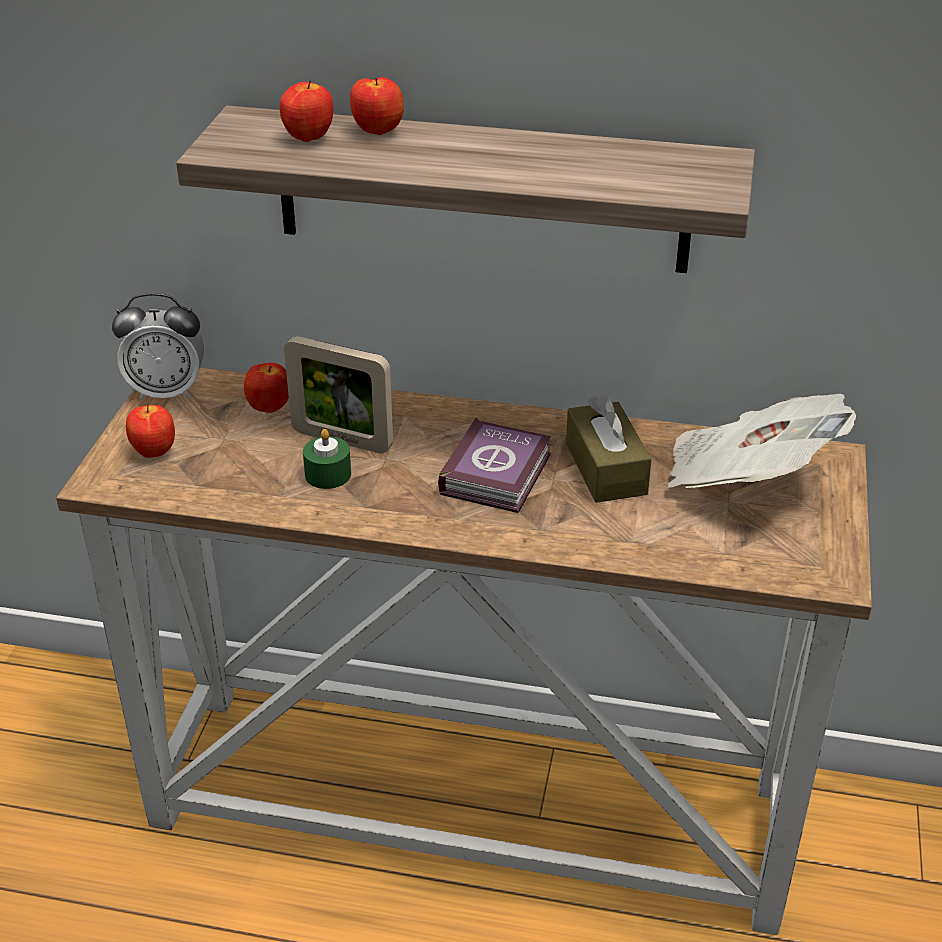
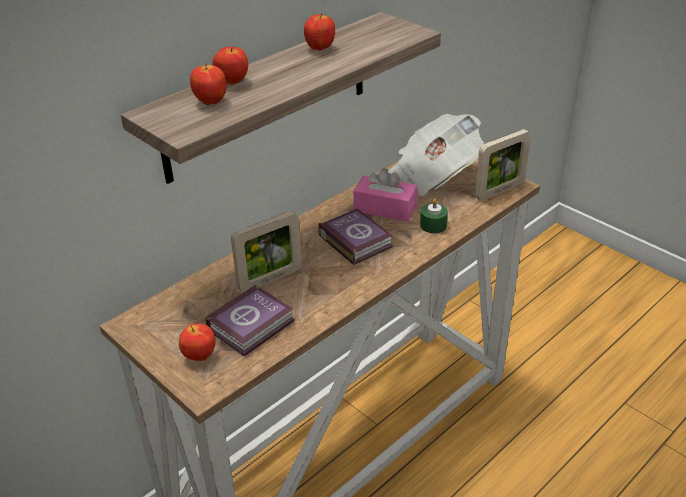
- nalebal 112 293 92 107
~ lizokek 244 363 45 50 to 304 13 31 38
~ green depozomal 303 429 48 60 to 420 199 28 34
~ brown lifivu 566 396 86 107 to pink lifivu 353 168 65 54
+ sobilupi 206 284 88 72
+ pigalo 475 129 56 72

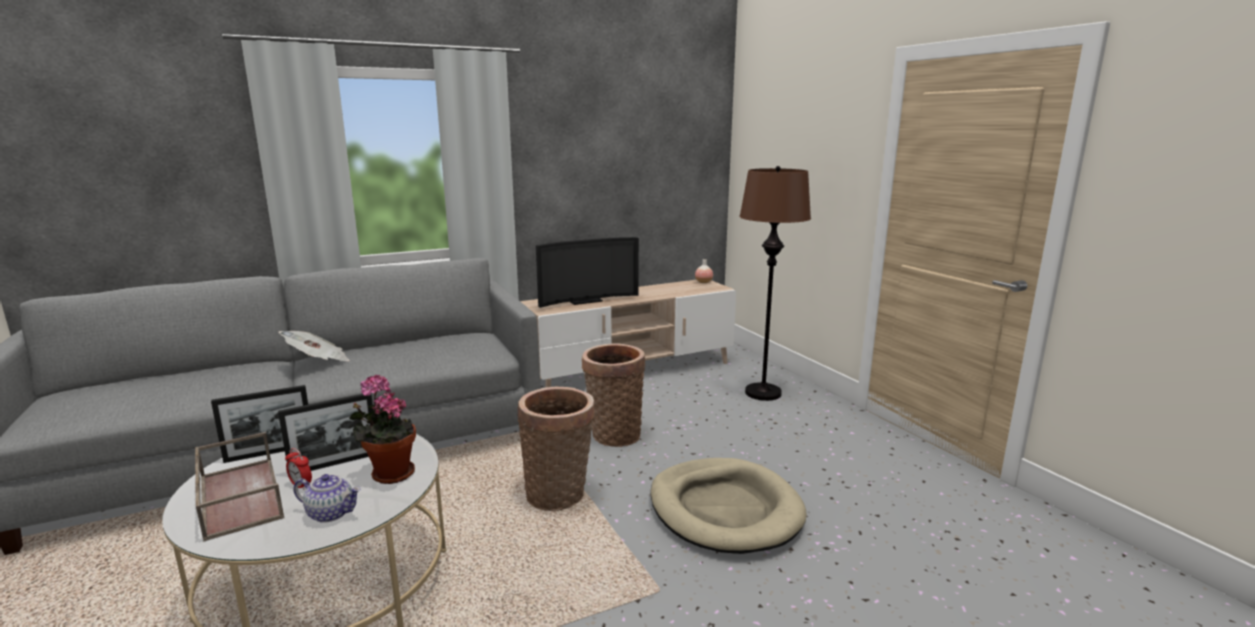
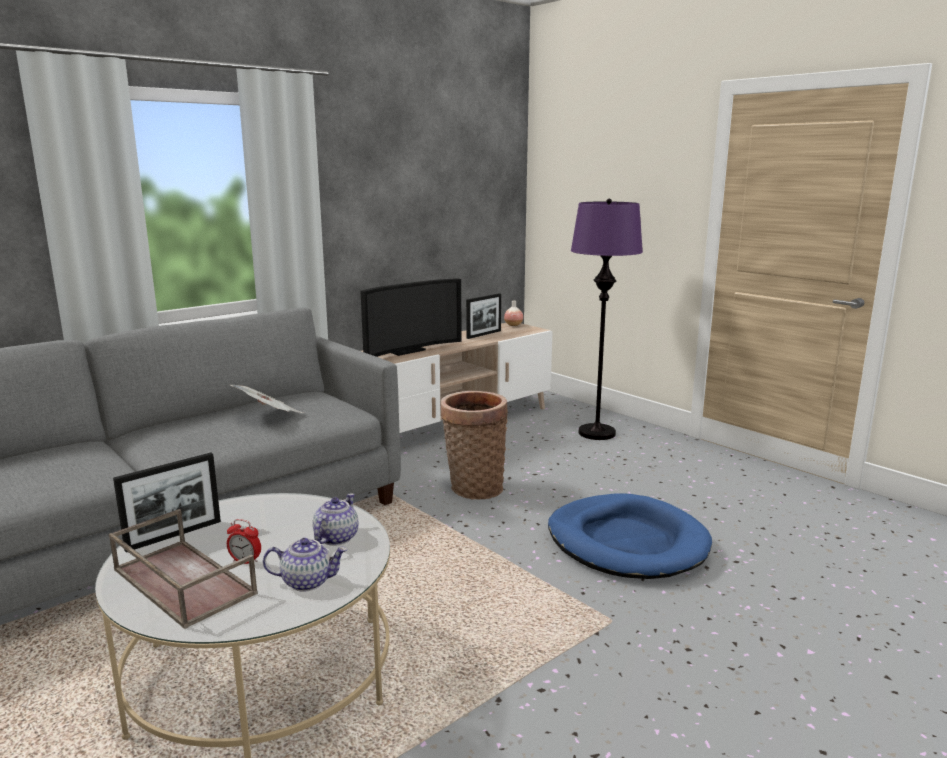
~ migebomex 278 331 72 30 to 231 385 72 28
~ pigalo 278 394 95 77 to 466 293 35 46
~ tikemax 349 375 67 109 to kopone 313 494 46 52
- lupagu 517 387 78 124
~ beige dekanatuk 650 458 157 96 to blue dekanatuk 548 493 164 86
~ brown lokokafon 739 166 72 235 to purple lokokafon 571 199 72 241

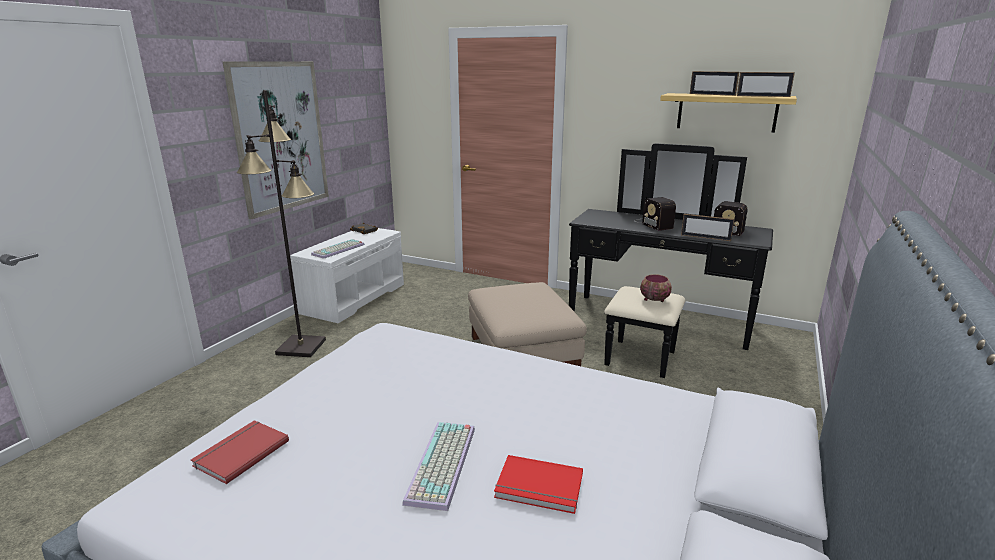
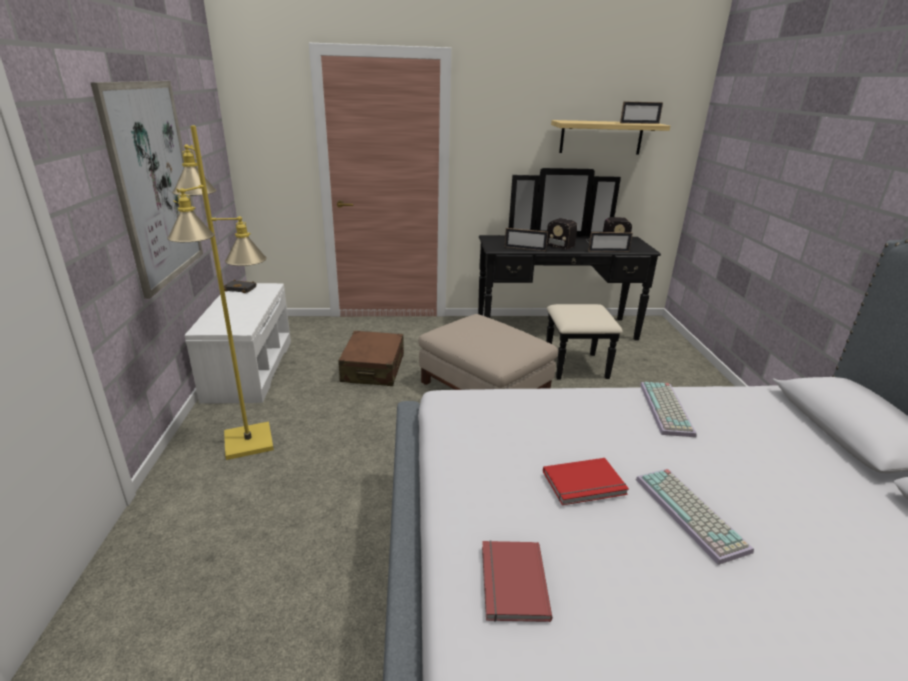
~ black lokokafon 237 90 89 267 to yellow lokokafon 167 125 107 335
~ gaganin 311 239 54 20 to 640 382 57 55
~ red sobilupi 494 455 89 59 to 543 458 86 47
- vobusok 640 274 32 28
~ pigalo 690 71 49 25 to 505 228 43 23
+ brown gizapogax 338 331 66 55

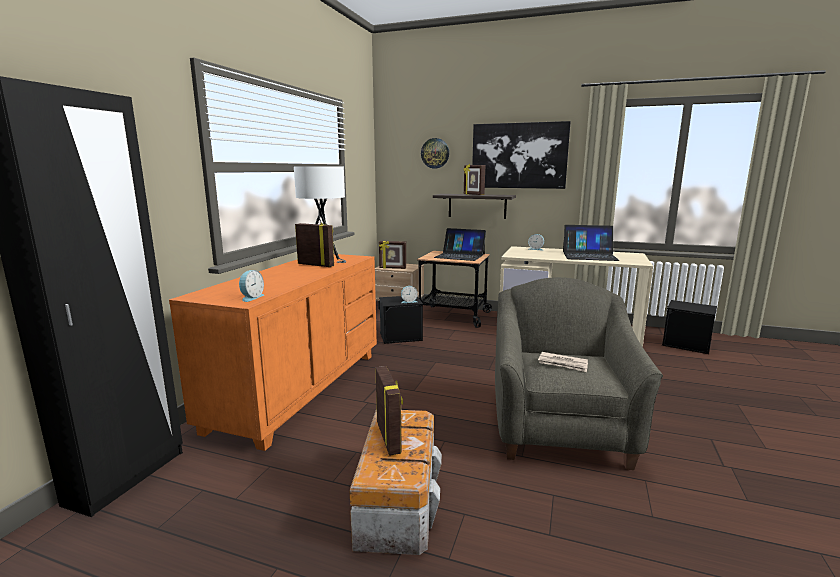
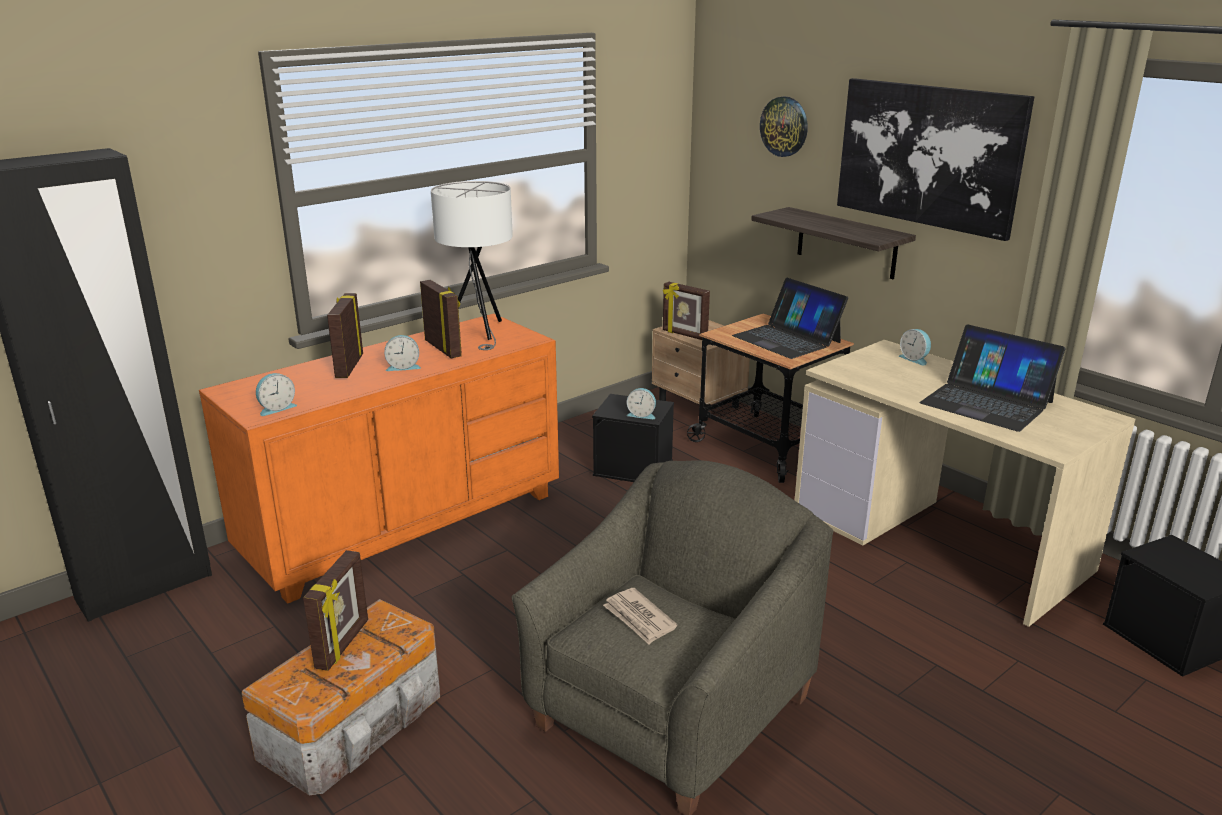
~ pigalo 463 164 22 31 to 327 293 36 85
+ nalebal 384 335 37 36

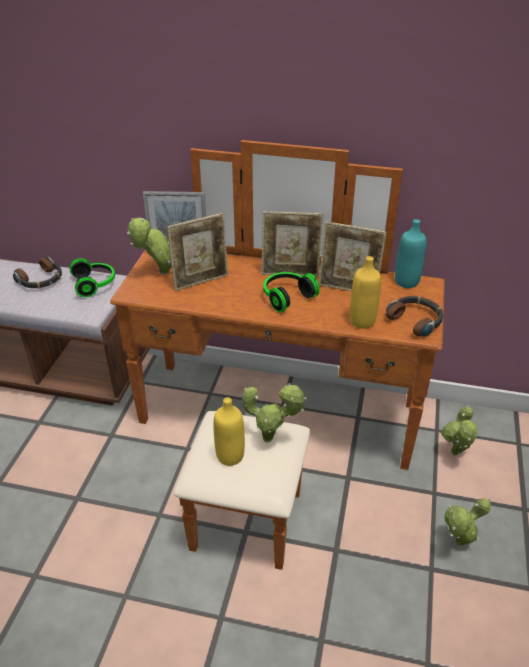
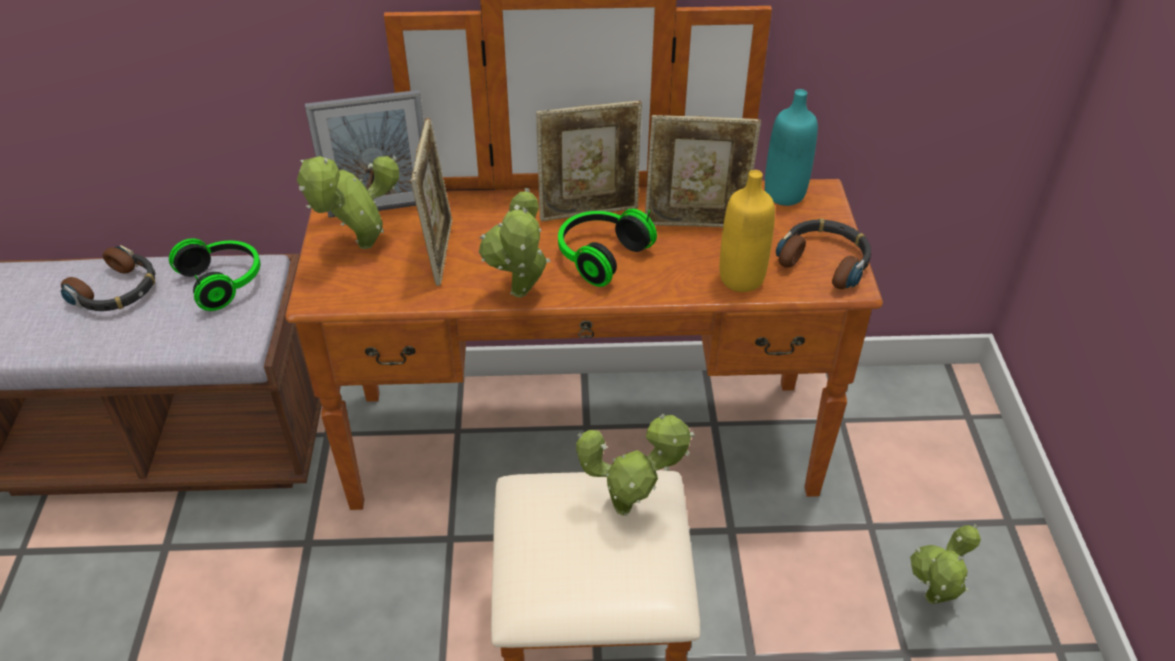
~ pigalo 167 213 61 78 = 411 118 42 168 45 degrees counterclockwise
- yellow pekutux 214 397 31 69
~ tikemax 441 405 37 51 to 479 188 72 110

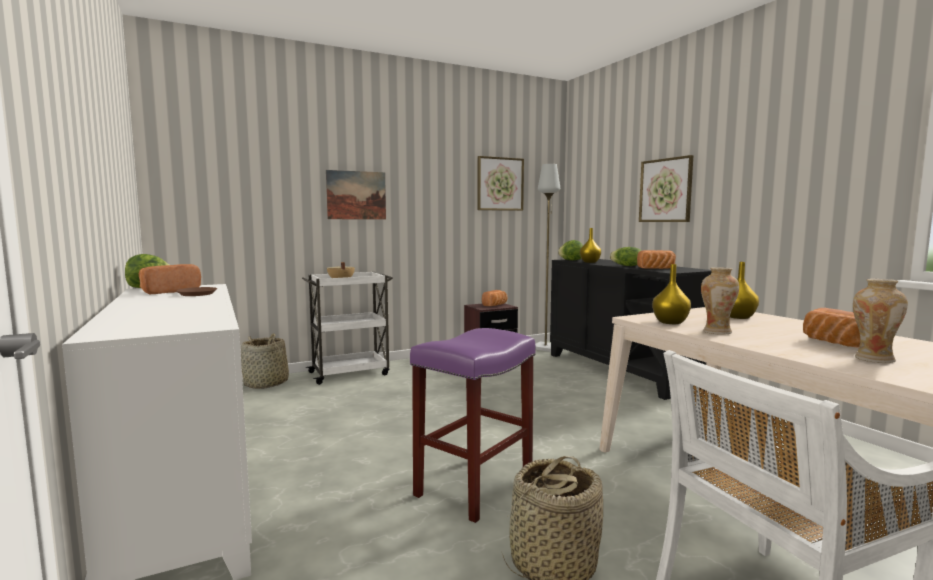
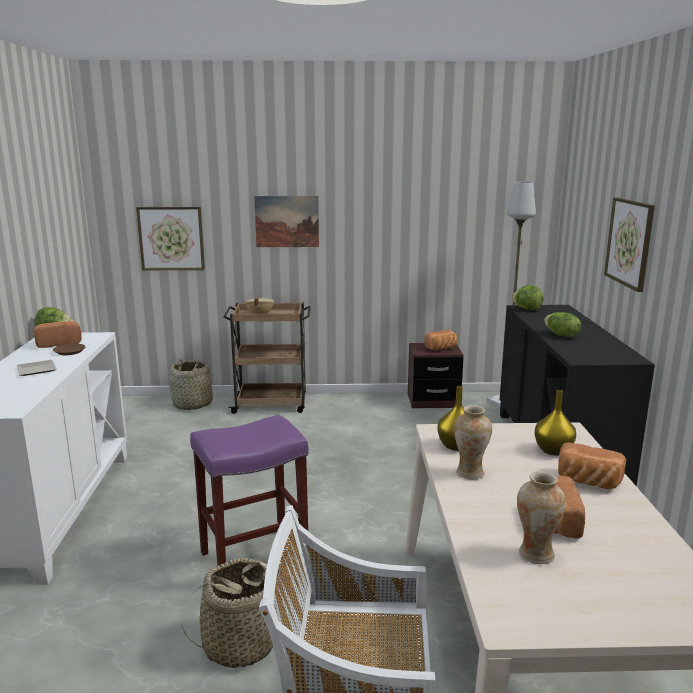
~ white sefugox 302 272 91 113 to brown sefugox 224 303 87 111
~ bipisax 477 156 47 55 to 136 207 69 63
- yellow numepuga 580 228 21 35
~ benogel 637 250 39 19 to 558 443 68 46
+ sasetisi 16 360 41 16

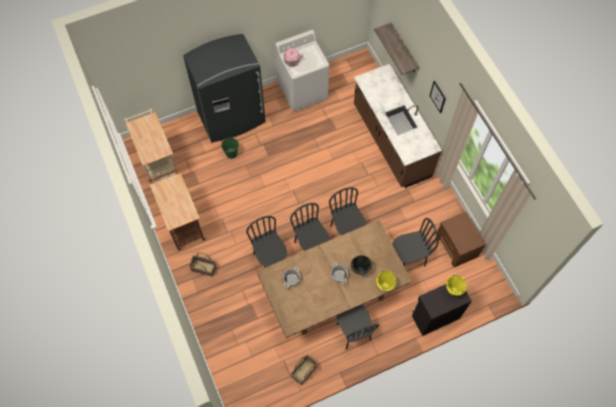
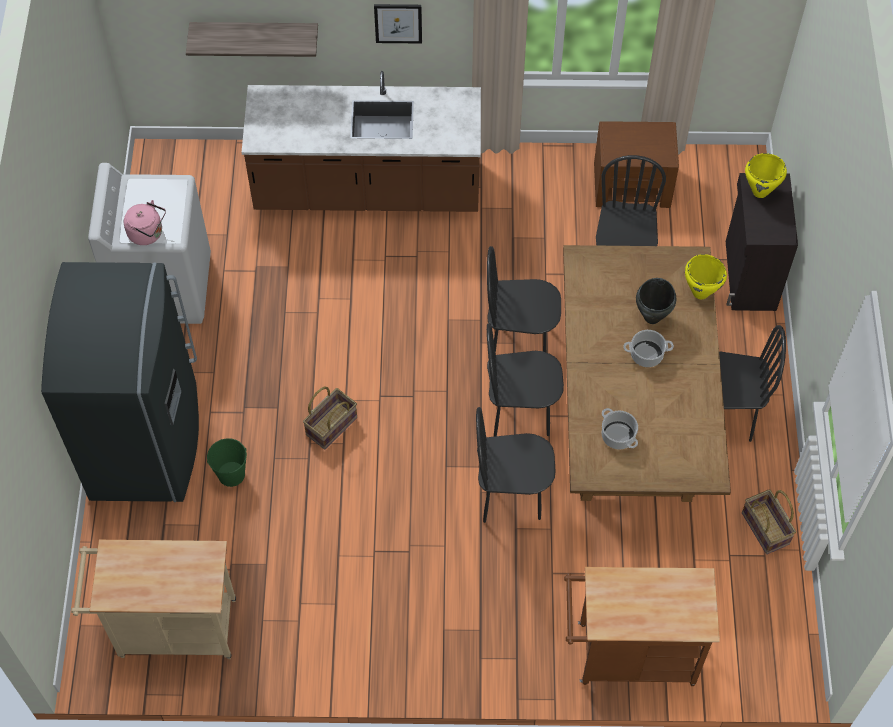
~ brown sefugox 148 169 58 82 to 564 567 156 119
~ lupagu 189 252 28 25 to 303 387 54 63

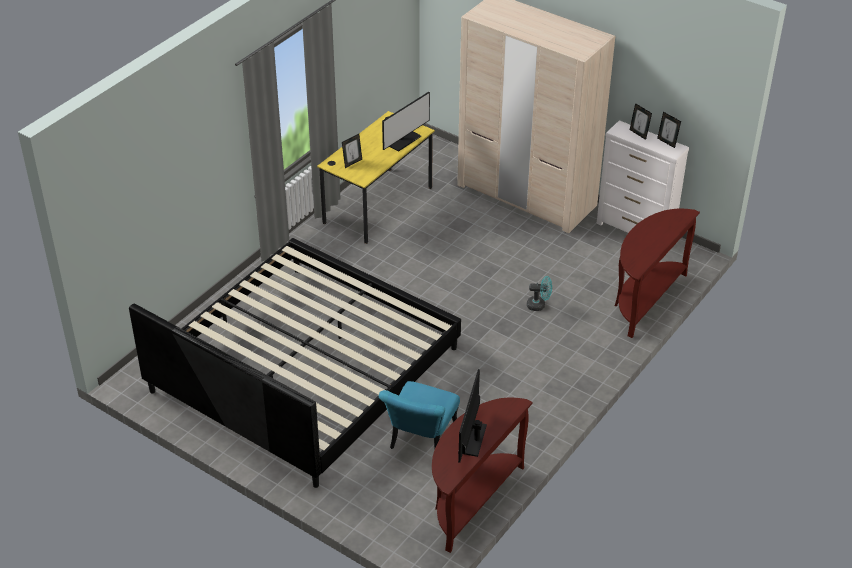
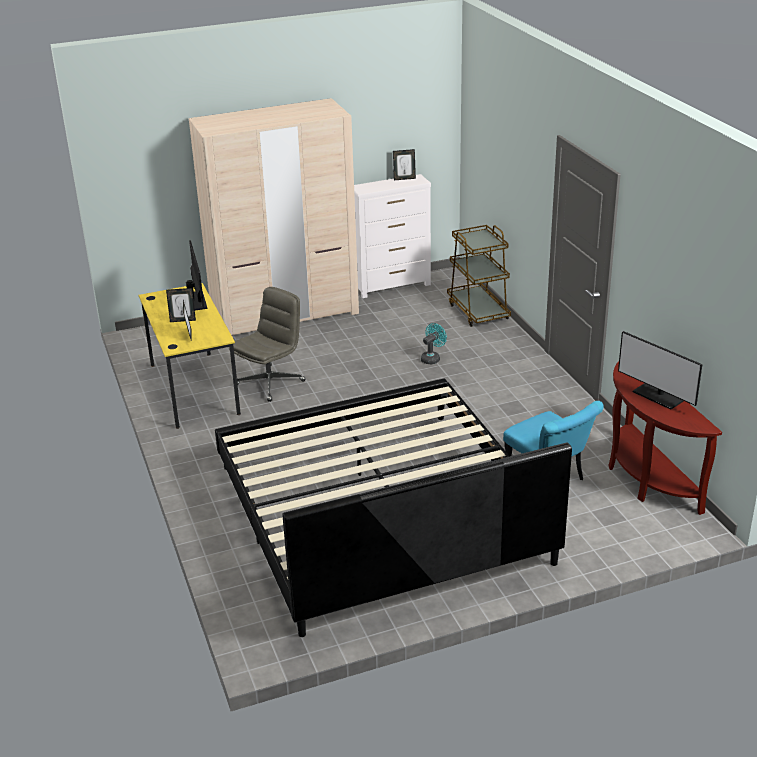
~ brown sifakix 615 208 85 130 to brown sefugox 447 225 64 102
~ pigalo 630 103 22 37 to 166 288 30 34
+ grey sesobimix 228 287 78 115

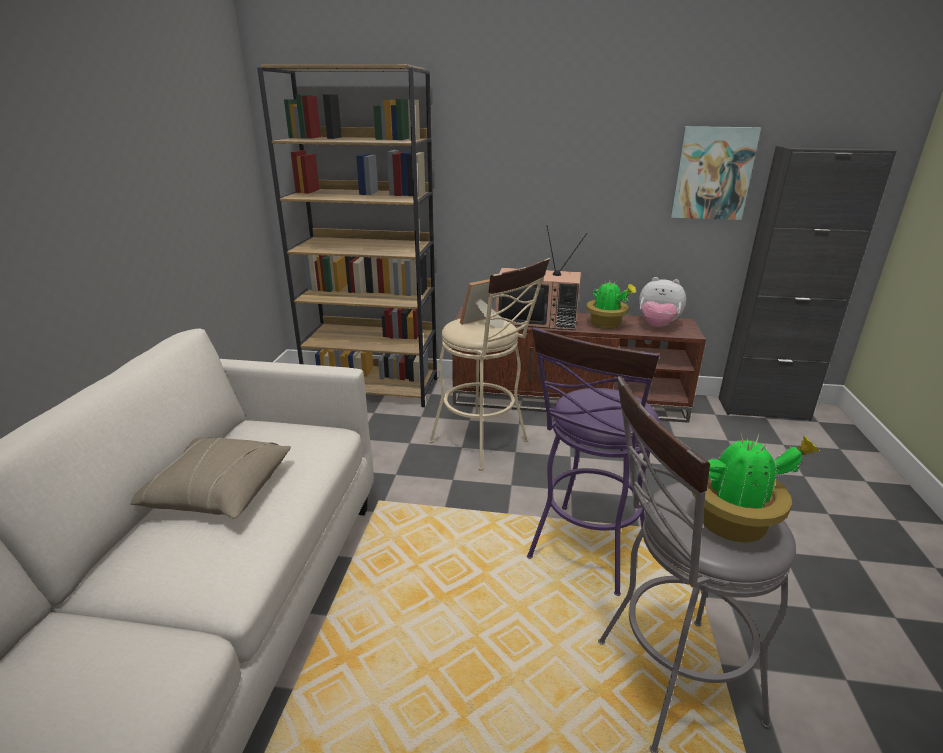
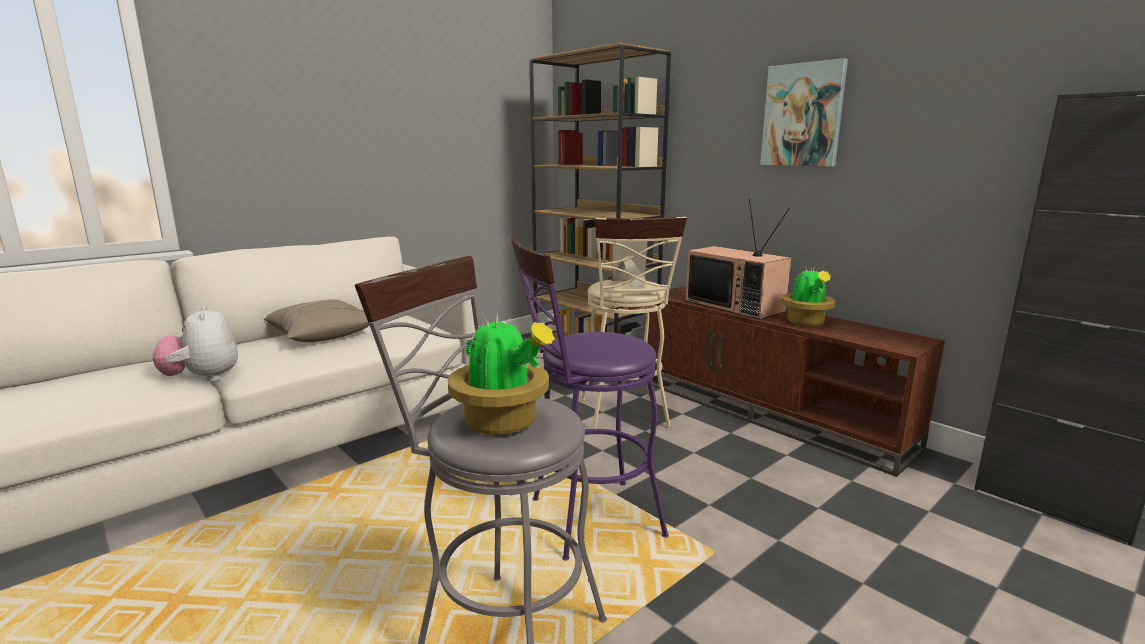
~ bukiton 639 277 47 50 to 152 305 86 77
~ bipisax 670 126 91 94 to 760 58 88 108

